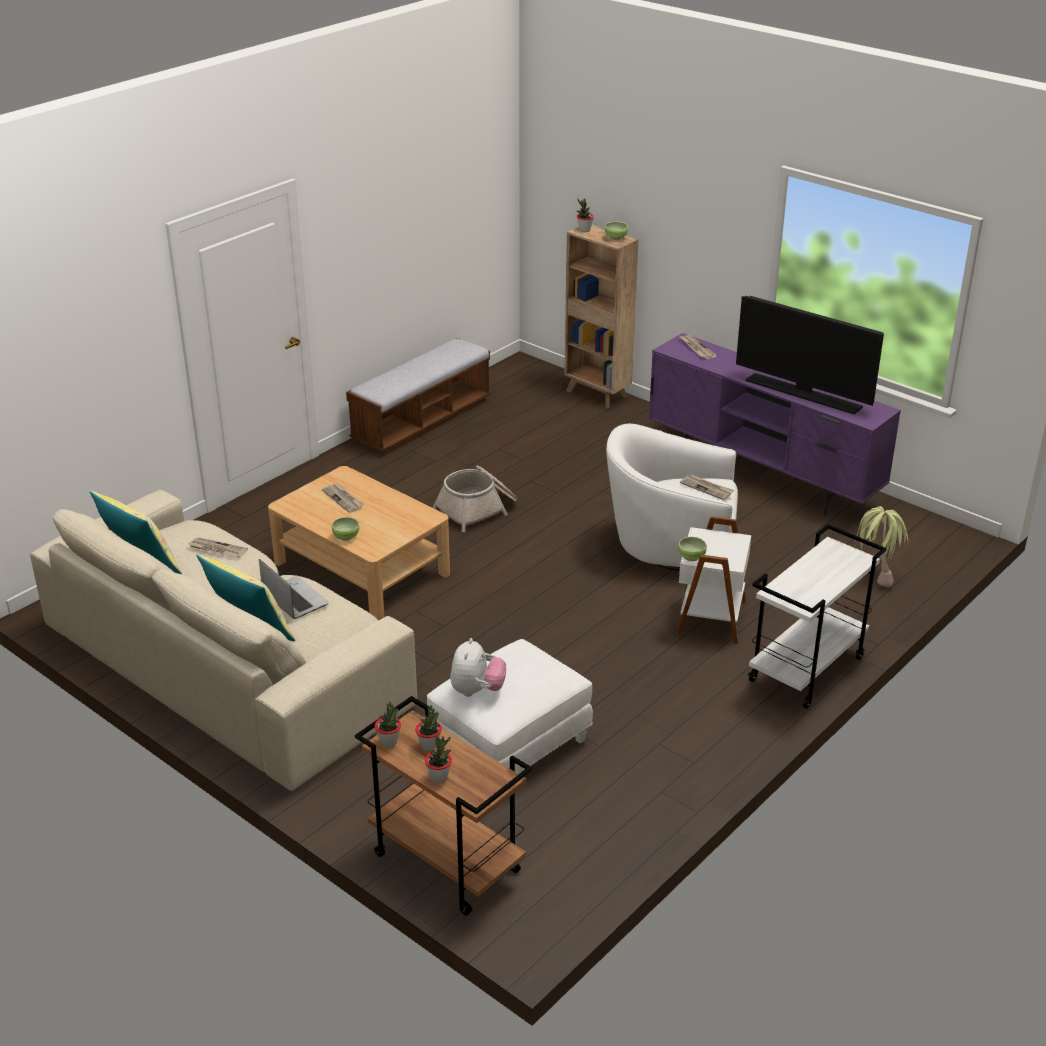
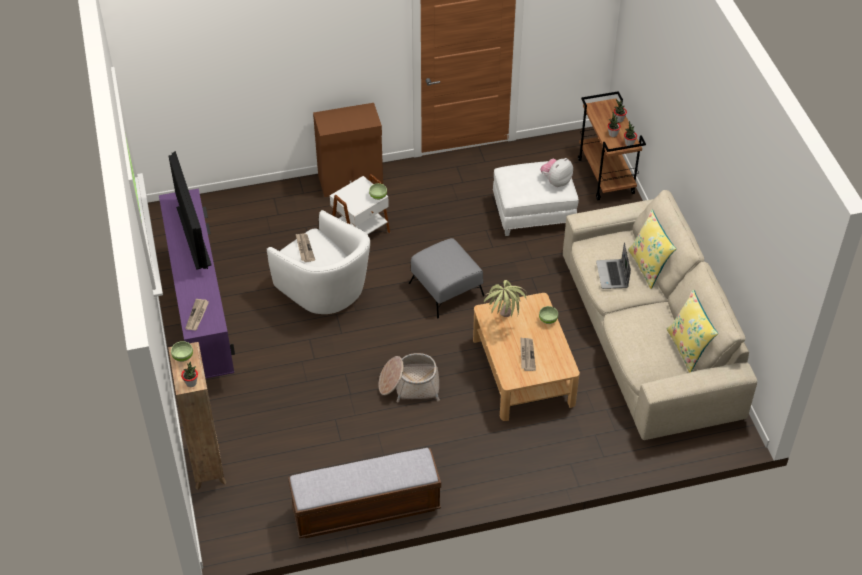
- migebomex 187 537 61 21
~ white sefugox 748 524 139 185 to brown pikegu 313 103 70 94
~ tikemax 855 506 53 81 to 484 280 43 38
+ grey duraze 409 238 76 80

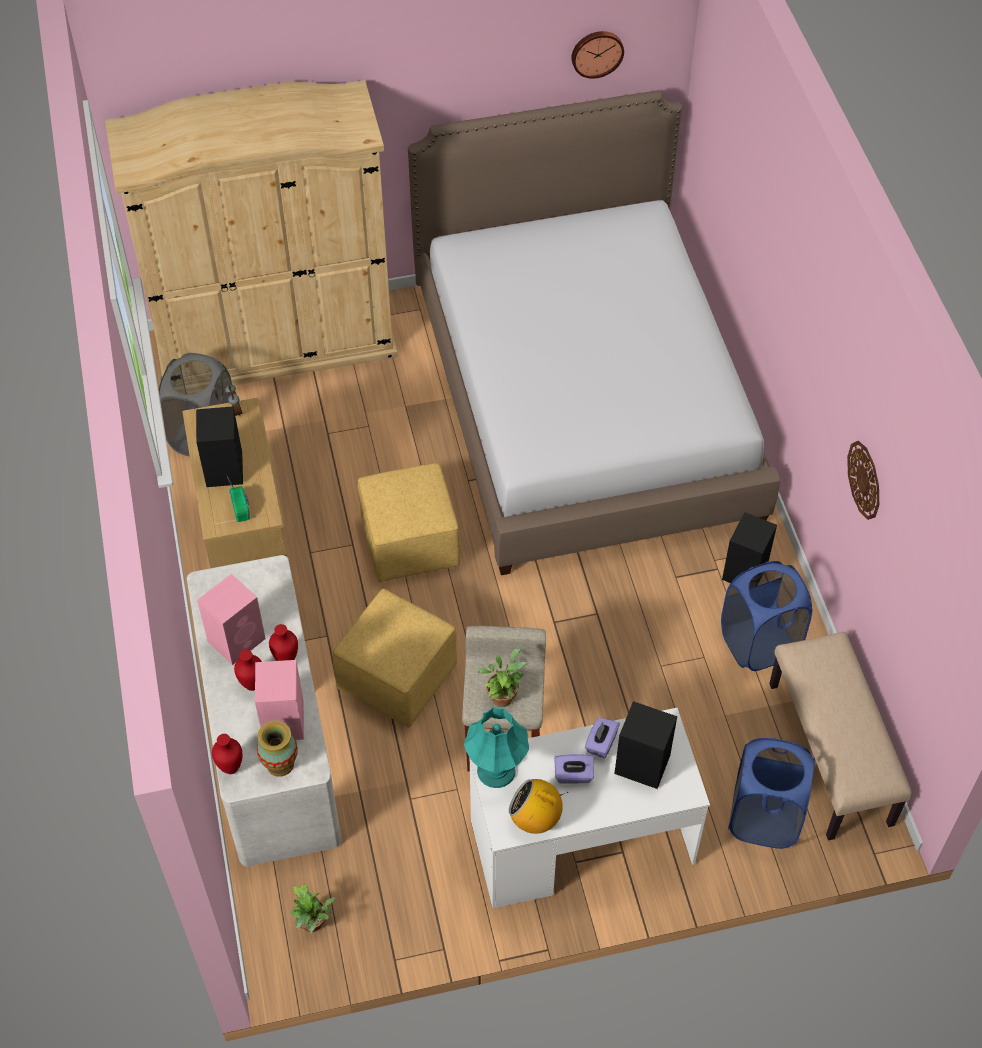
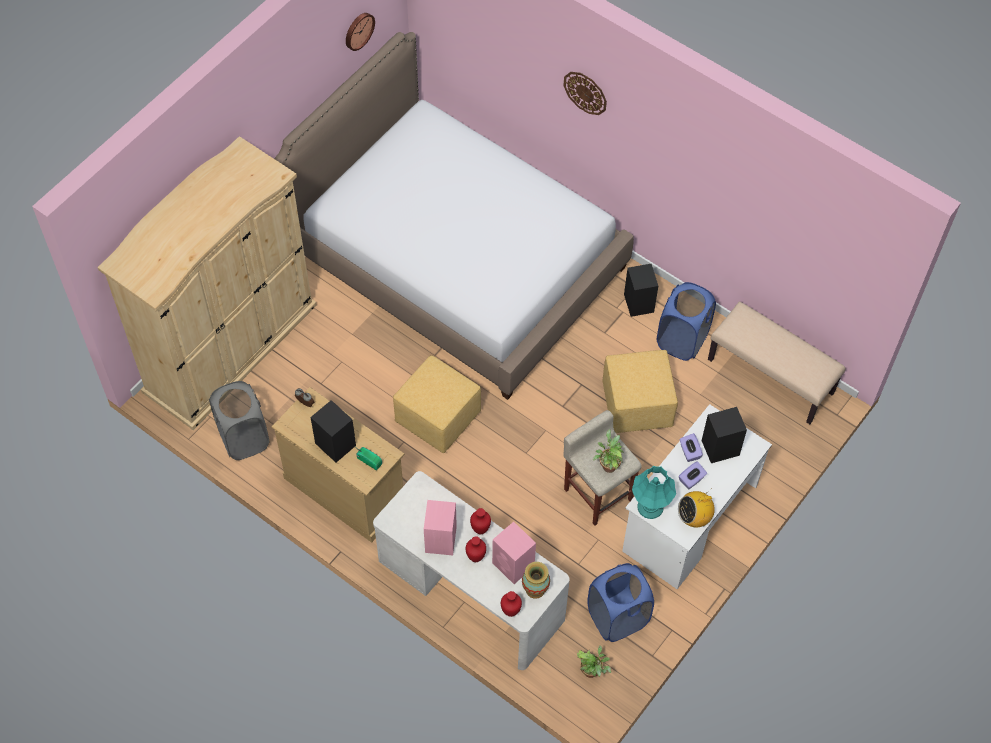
~ yellow duraze 333 589 124 138 to 602 350 76 83
~ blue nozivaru 728 738 87 111 to 587 563 67 79
~ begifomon 847 441 32 79 to 563 72 44 43

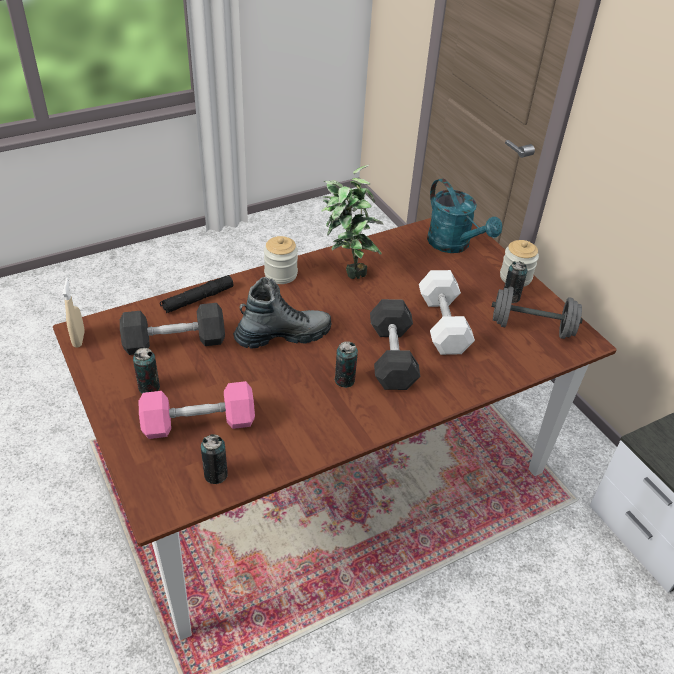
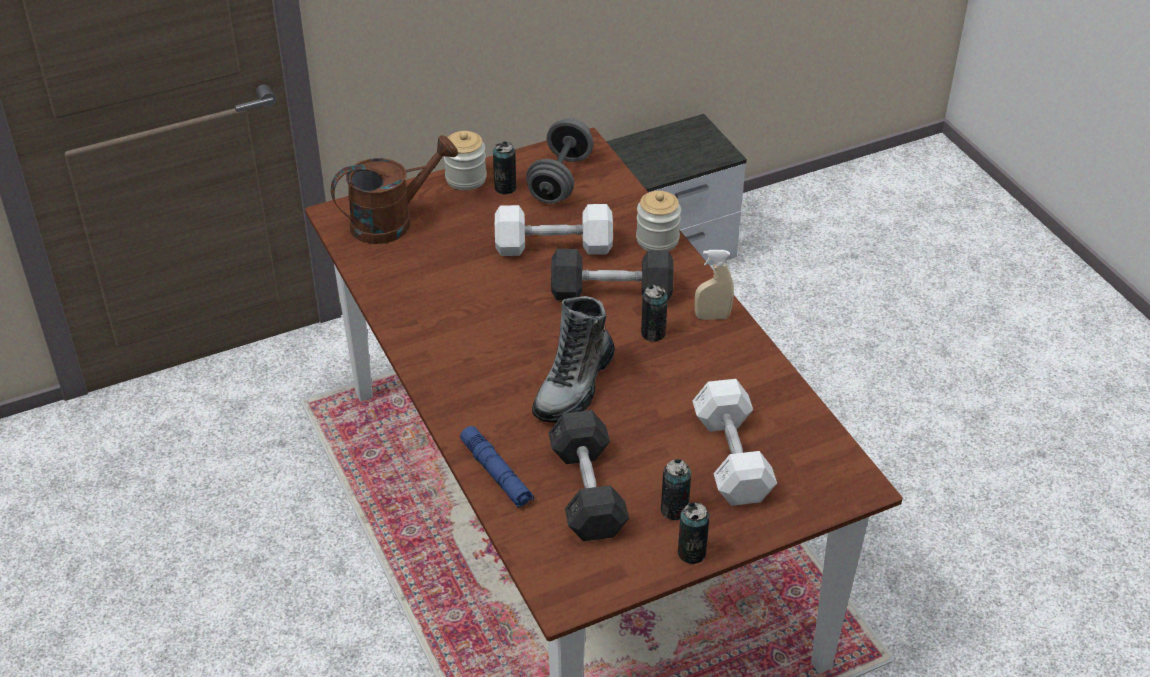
~ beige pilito 62 277 23 70 to 695 250 39 70
~ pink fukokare 139 381 116 58 to white fukokare 693 379 84 127
~ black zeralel 160 275 74 38 to blue zeralel 460 426 74 82
~ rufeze 201 434 27 50 to 677 502 32 62
~ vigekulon 233 277 98 72 = 532 296 83 127 135 degrees counterclockwise
~ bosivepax 264 236 34 48 to 636 191 45 60
- tikemax 321 165 63 114
~ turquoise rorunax 427 179 75 74 to brown rorunax 331 135 127 109

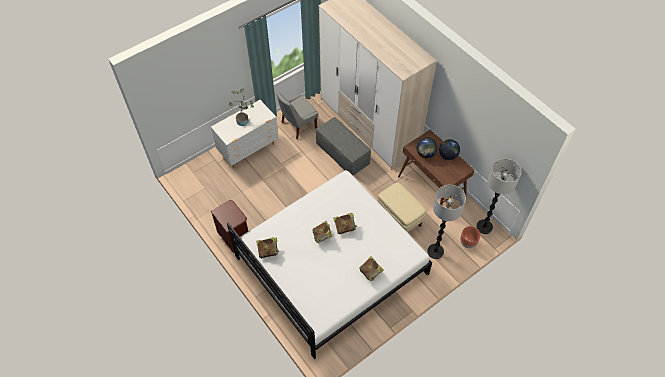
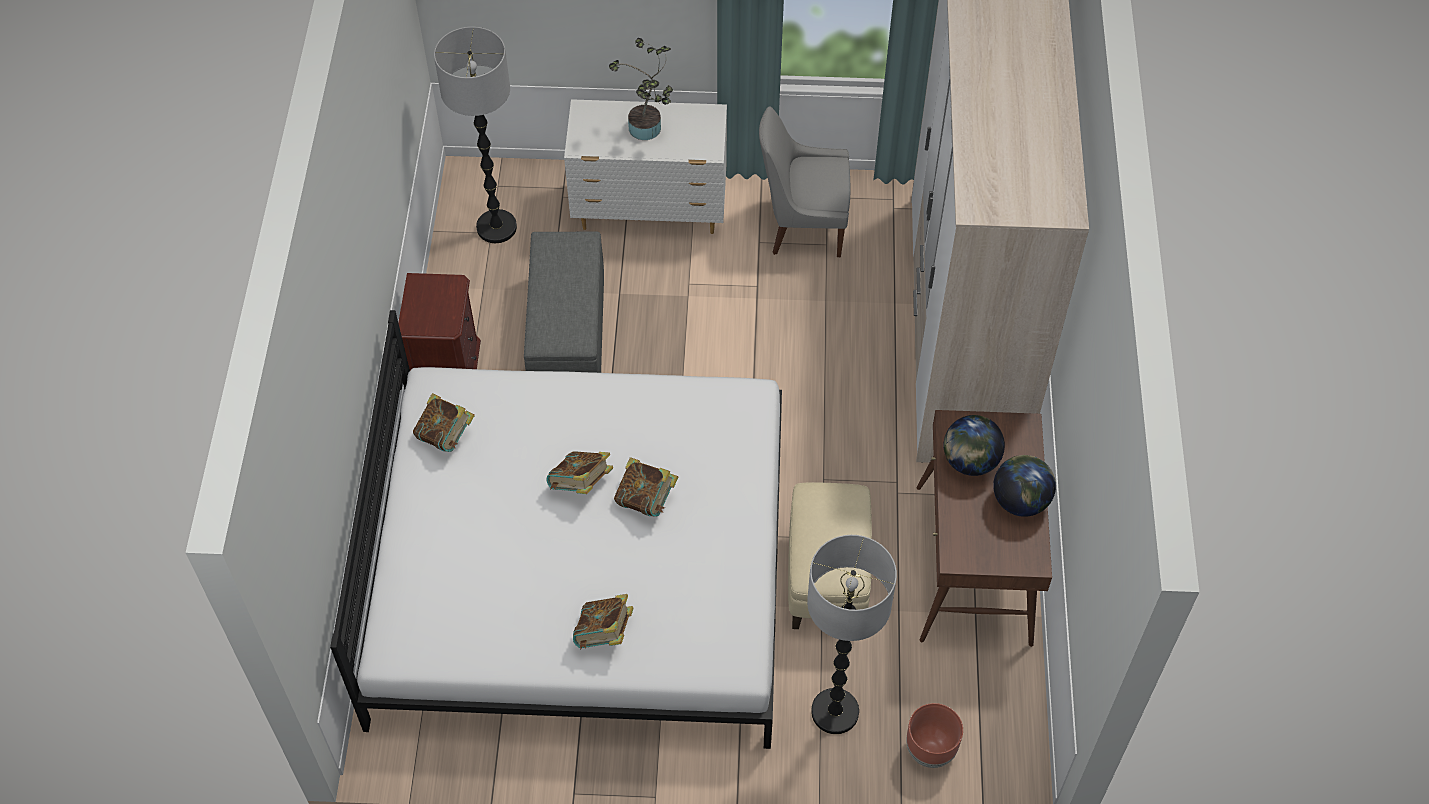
~ grey duraze 316 117 55 59 to 524 231 80 142
~ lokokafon 476 159 45 75 to 434 27 83 216

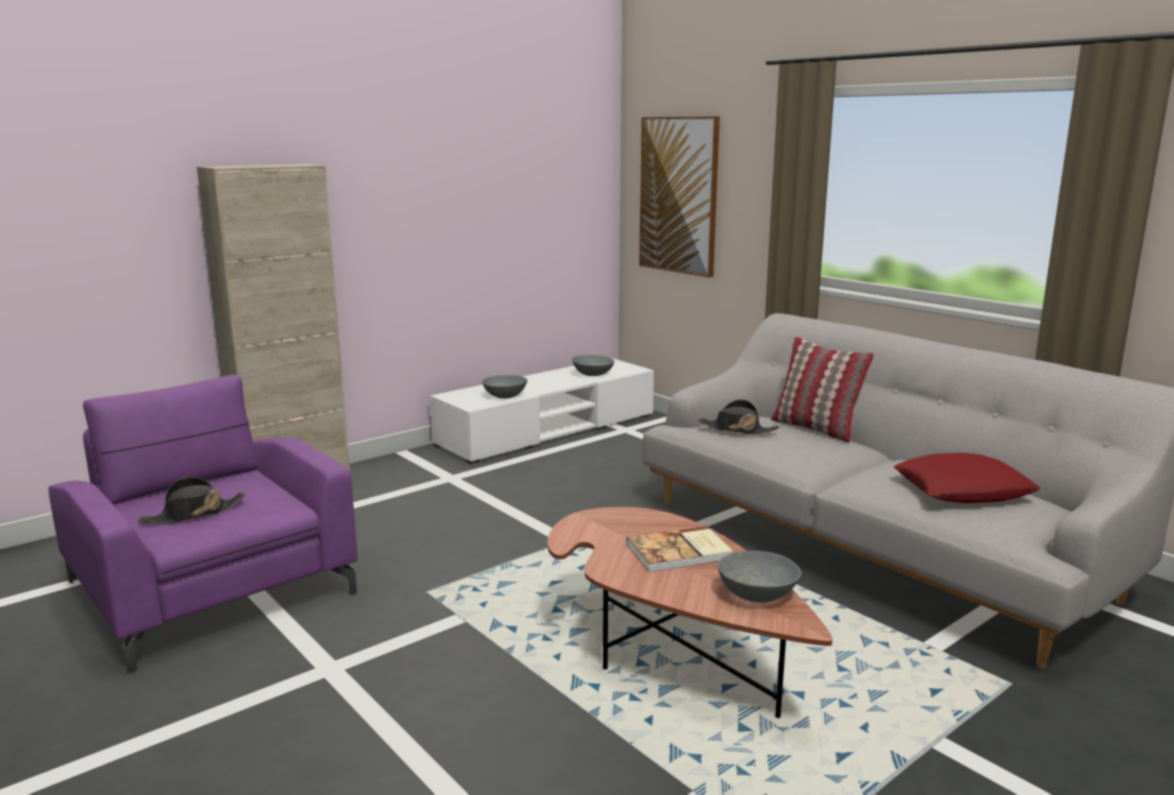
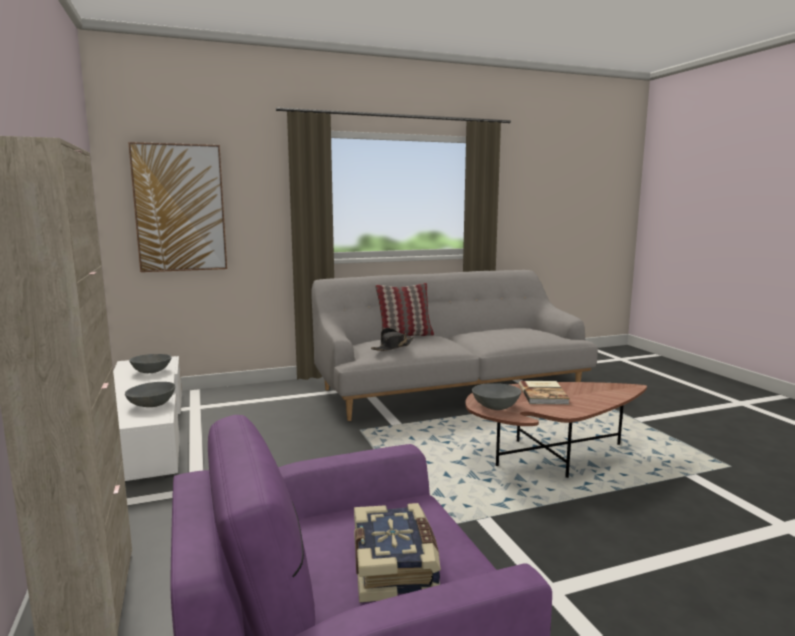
~ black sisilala 138 477 107 48 to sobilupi 354 503 87 100
~ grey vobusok 718 551 84 52 to 472 383 49 27
- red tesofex 894 453 146 50

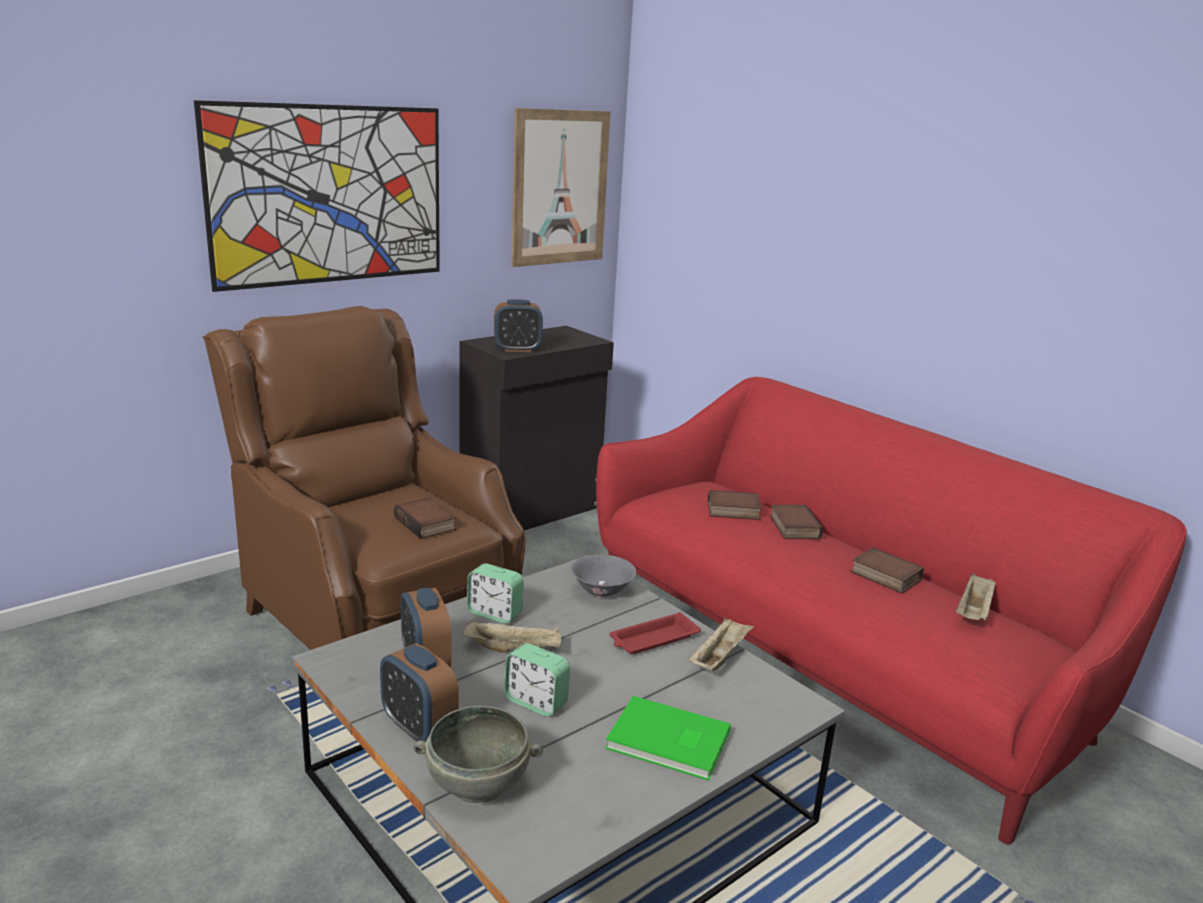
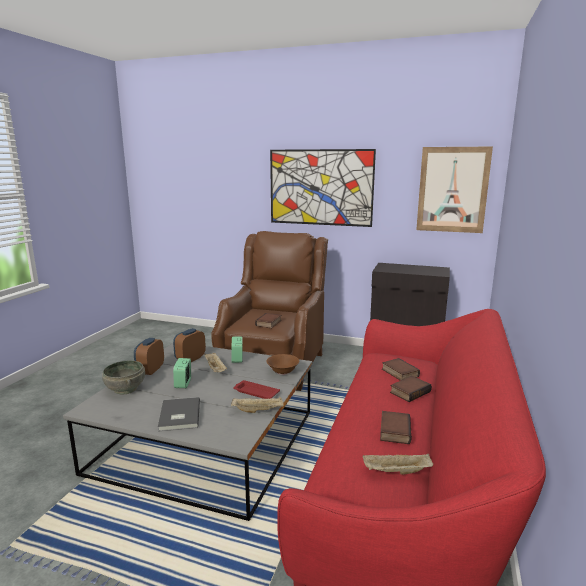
- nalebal 494 299 49 53
~ grey vobusok 571 554 65 43 to brown vobusok 266 354 33 21
~ green sobilupi 605 696 126 85 to grey sobilupi 158 397 42 35

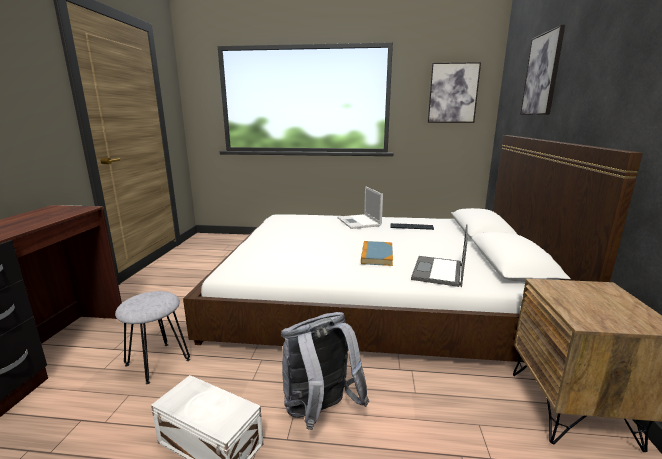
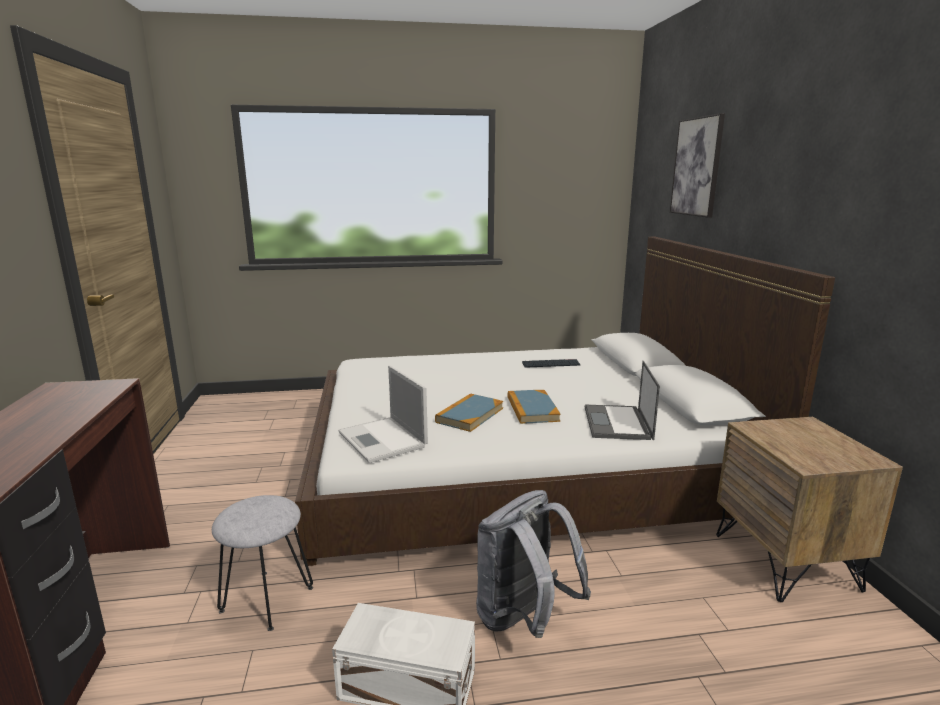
~ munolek 337 186 46 43 to 338 366 90 97
- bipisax 428 62 53 61
+ sobilupi 435 393 68 39

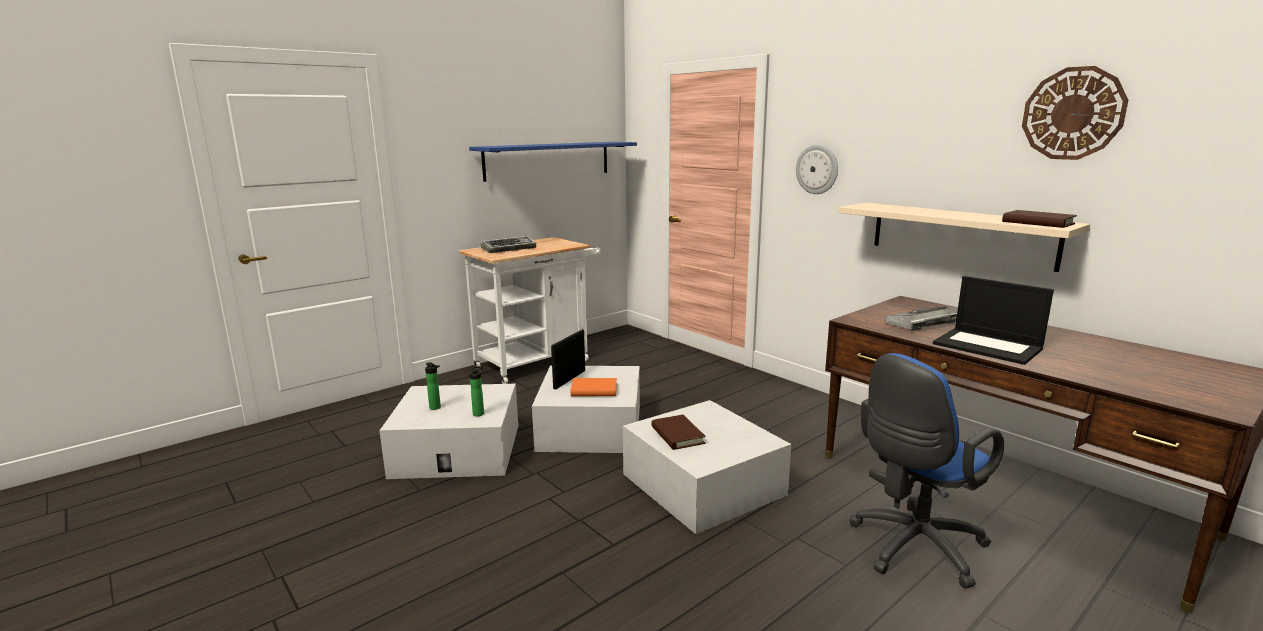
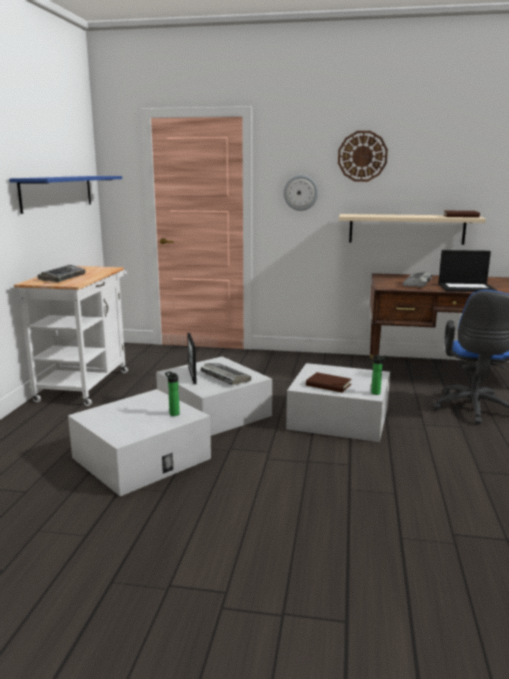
~ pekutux 425 363 16 47 to 371 355 16 40
~ orange sobilupi 571 378 46 18 to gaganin 201 363 50 22
~ begifomon 1022 66 106 94 to 338 131 50 51

